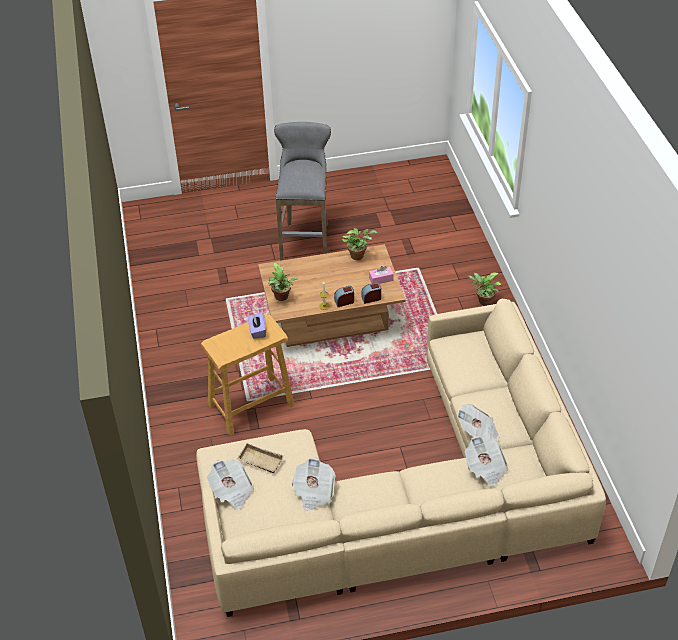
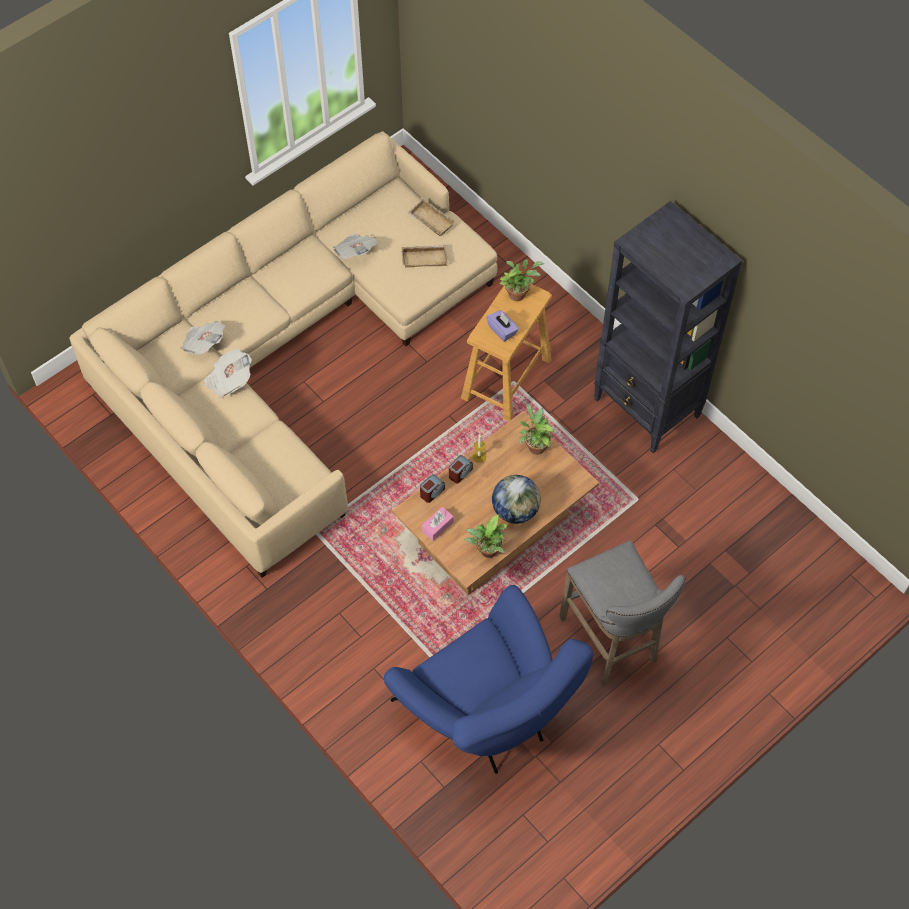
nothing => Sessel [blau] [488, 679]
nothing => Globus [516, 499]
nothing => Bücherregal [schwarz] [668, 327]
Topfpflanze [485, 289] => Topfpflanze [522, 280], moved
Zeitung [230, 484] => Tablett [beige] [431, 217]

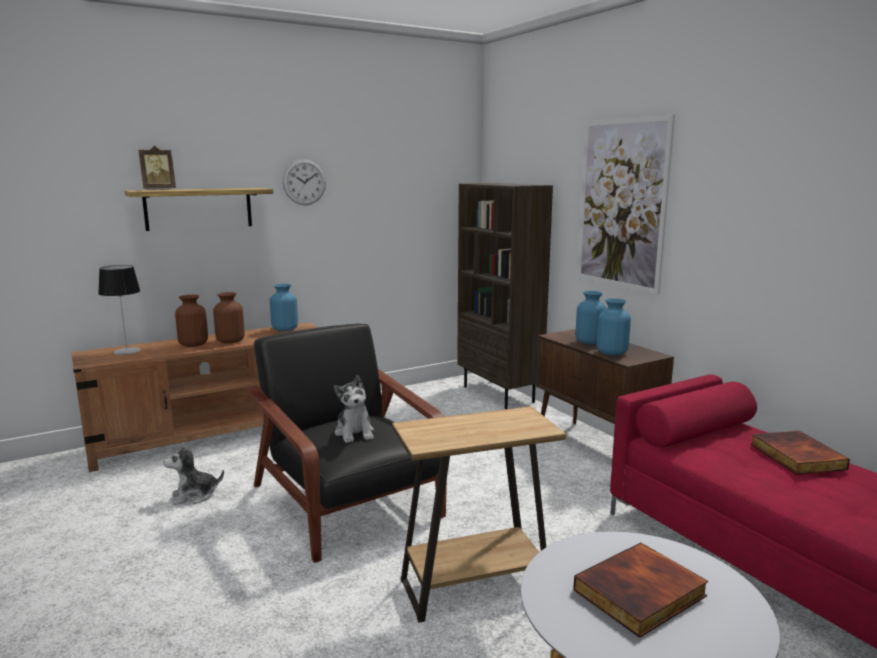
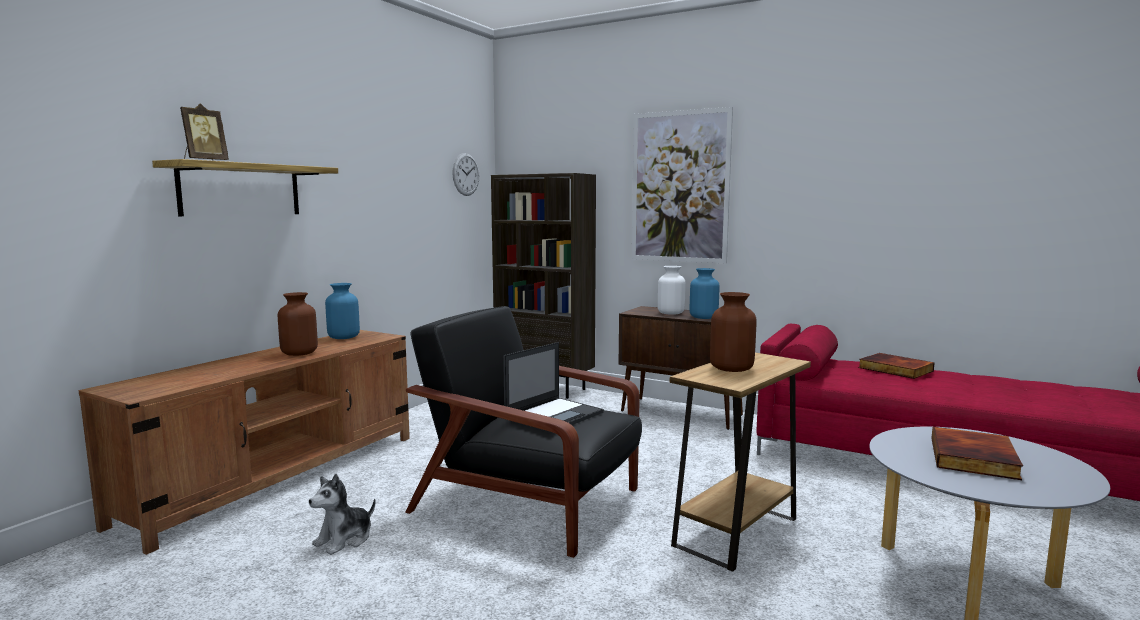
Tischlampe [119, 310] => nothing
Vase [braun] [191, 321] => Vase [braun] [733, 332], moved
Wanduhr [304, 182] => Wanduhr [465, 174], moved
Plüschtier [354, 409] => Laptop [553, 387]
Vase [blau] [591, 317] => Vase [weiß] [672, 290]

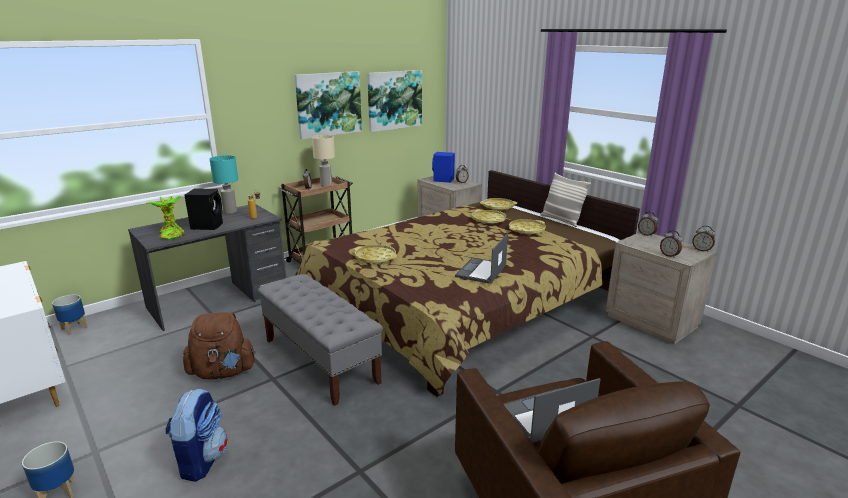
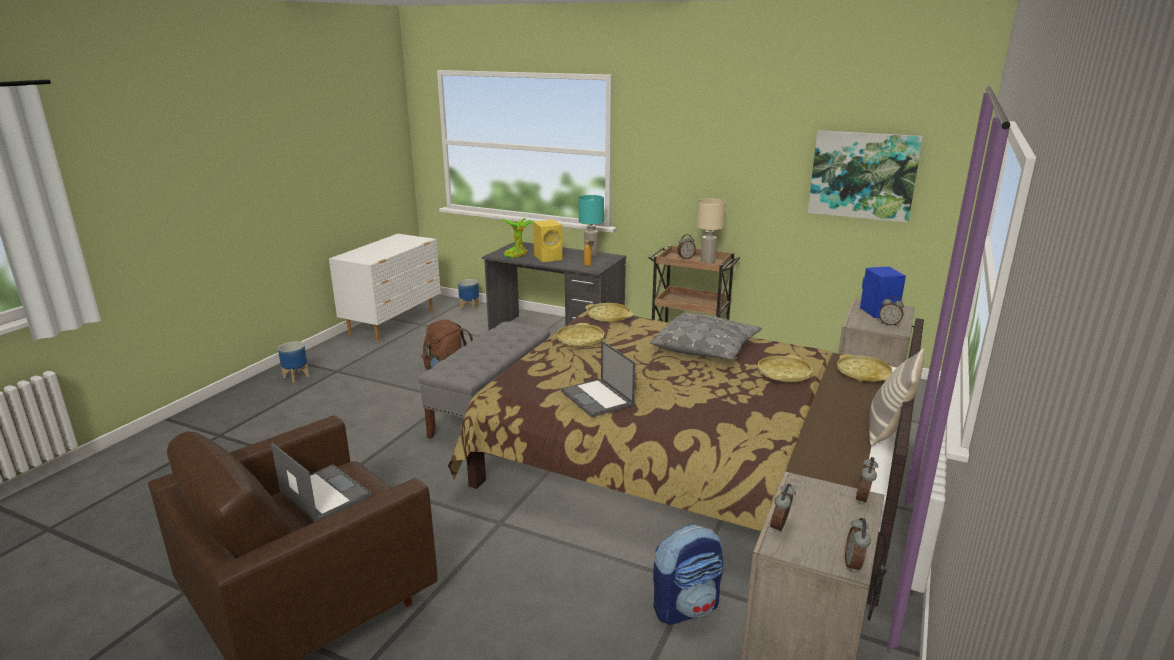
Bild [328, 105] => nothing
nothing => Kissen [grau] [706, 336]
Rucksack [196, 435] => Rucksack [688, 575], moved
Tablett [gelb] [527, 227] => Tablett [gelb] [609, 313], moved
Lautsprecher [schwarz] [203, 209] => Lautsprecher [gelb] [548, 241]
Laptop [481, 258] => Laptop [598, 379], 120 degrees counterclockwise

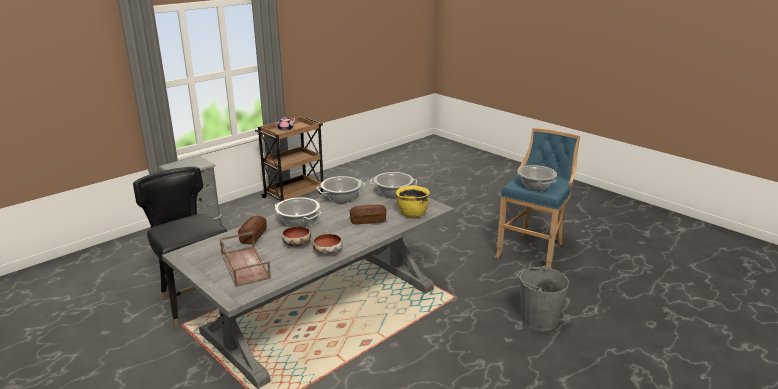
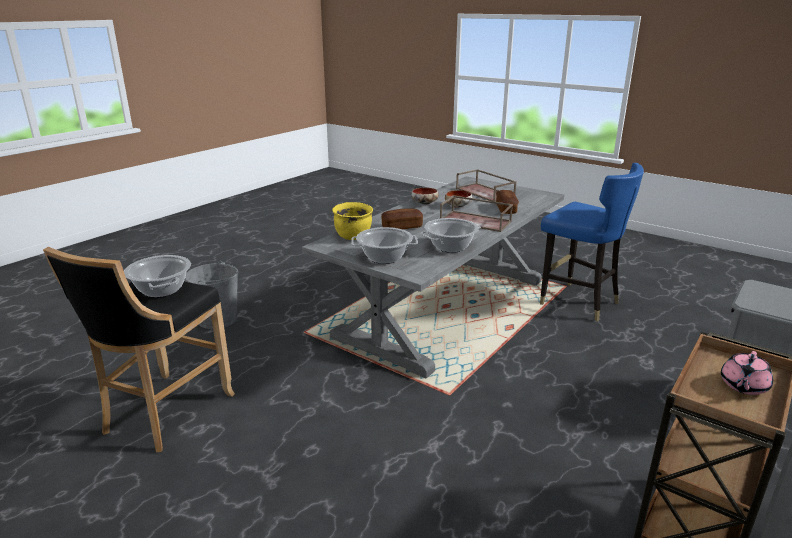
Kochtopf [297, 212] => Tablett [braun] [476, 213]
Stuhl [schwarz] [180, 247] => Stuhl [blau] [592, 242]
Hocker [blau] [537, 198] => Hocker [schwarz] [139, 350]

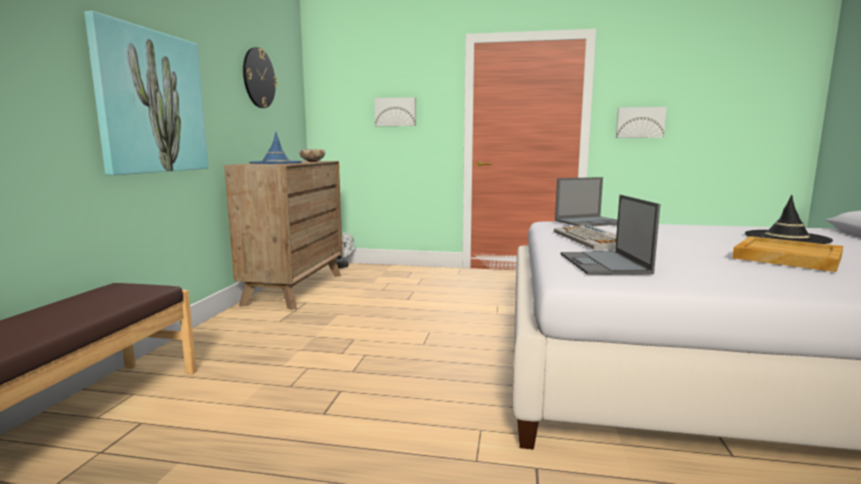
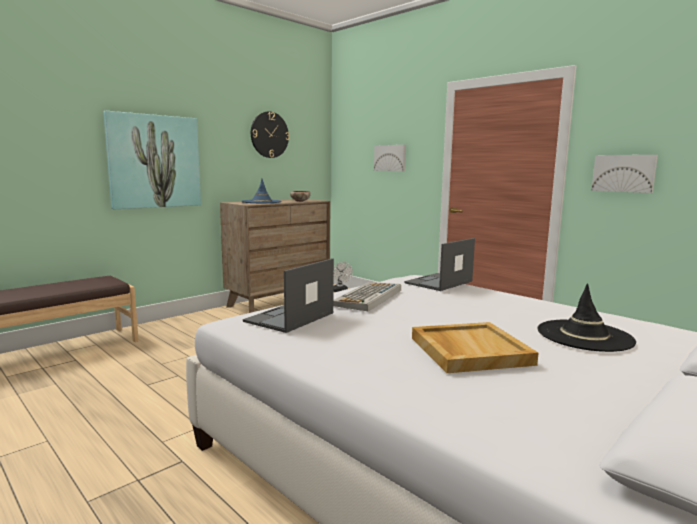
Laptop [586, 201] => Laptop [439, 264], 120 degrees clockwise

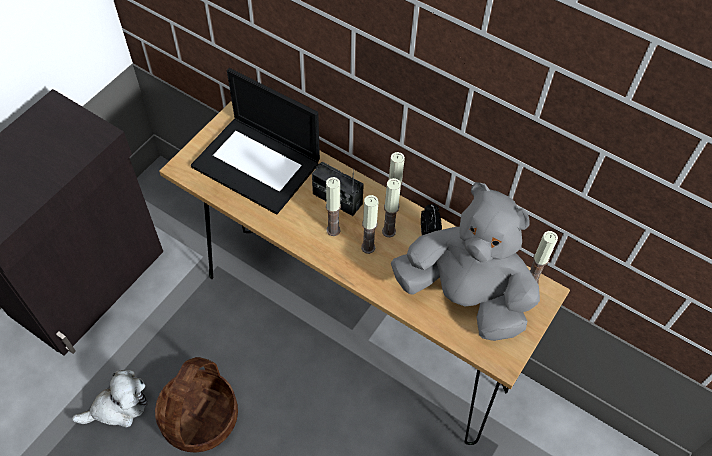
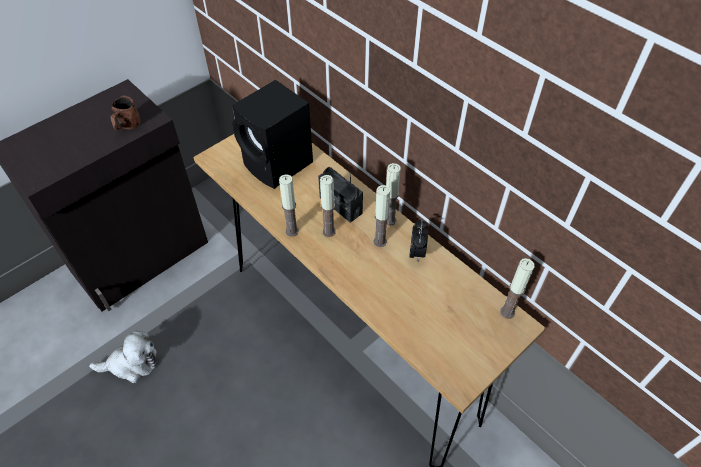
Korb [196, 405] => nothing
Plüschtier [grau] [465, 261] => nothing
nothing => Henkelbecher [braun] [125, 112]
Kerze [370, 224] => Kerze [289, 205], moved
Laptop [255, 141] => Lautsprecher [schwarz] [272, 134]

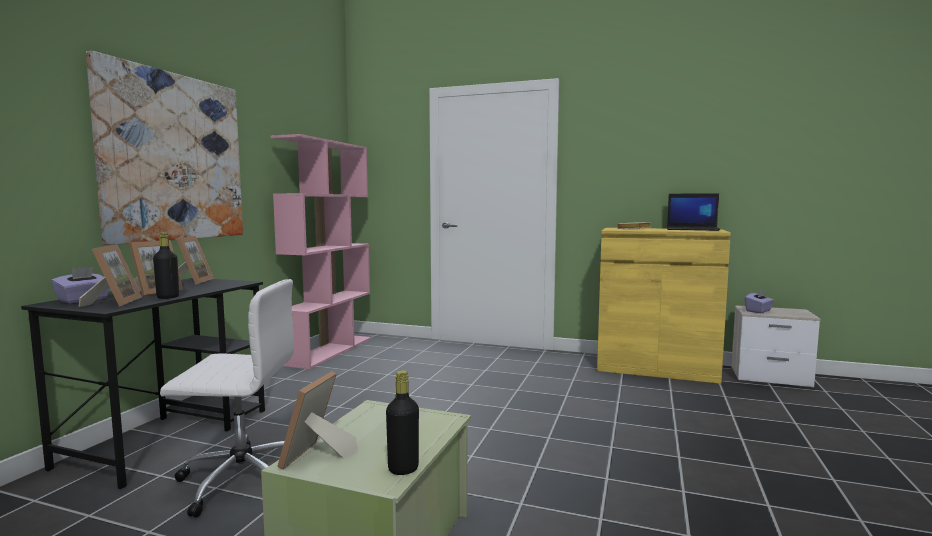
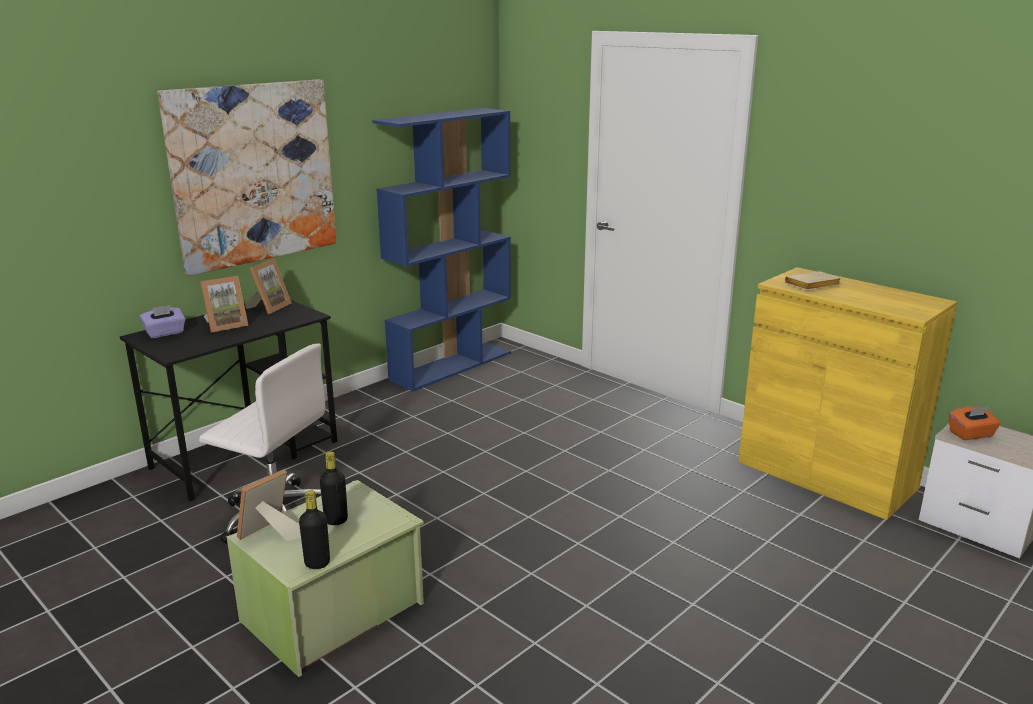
Bilderrahmen [110, 275] => nothing
Laptop [693, 212] => nothing
Flasche [schwarz] [166, 266] => Flasche [schwarz] [334, 488], moved
Bücherregal [rosa] [320, 251] => Bücherregal [blau] [441, 250]
Taschentuchbox [lila] [759, 301] => Taschentuchbox [orange] [975, 423]

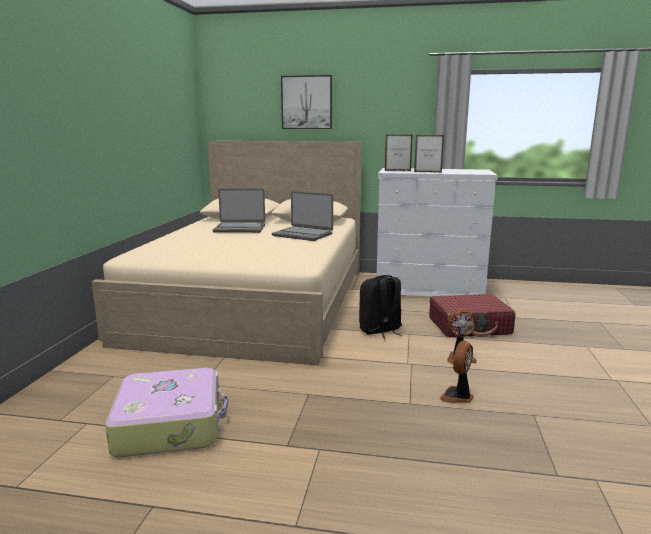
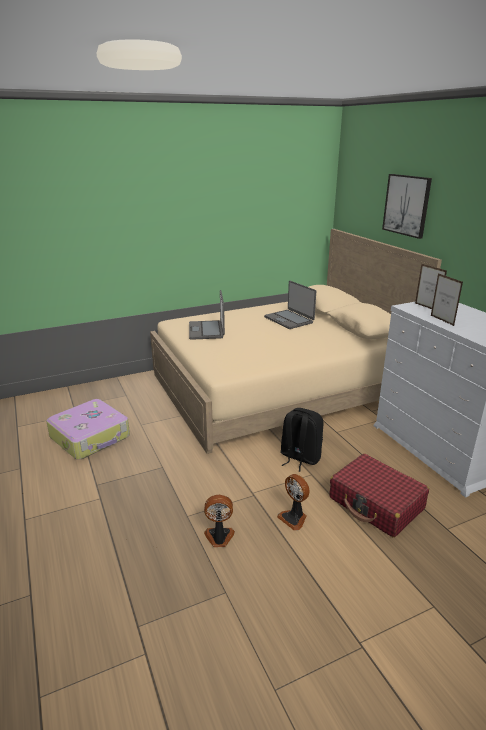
Laptop [302, 216] => Laptop [207, 315], moved

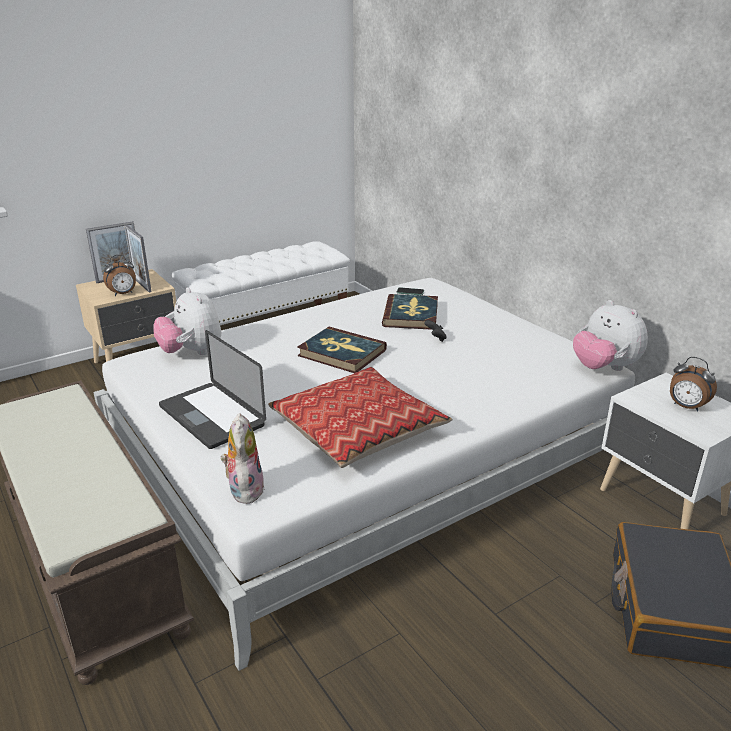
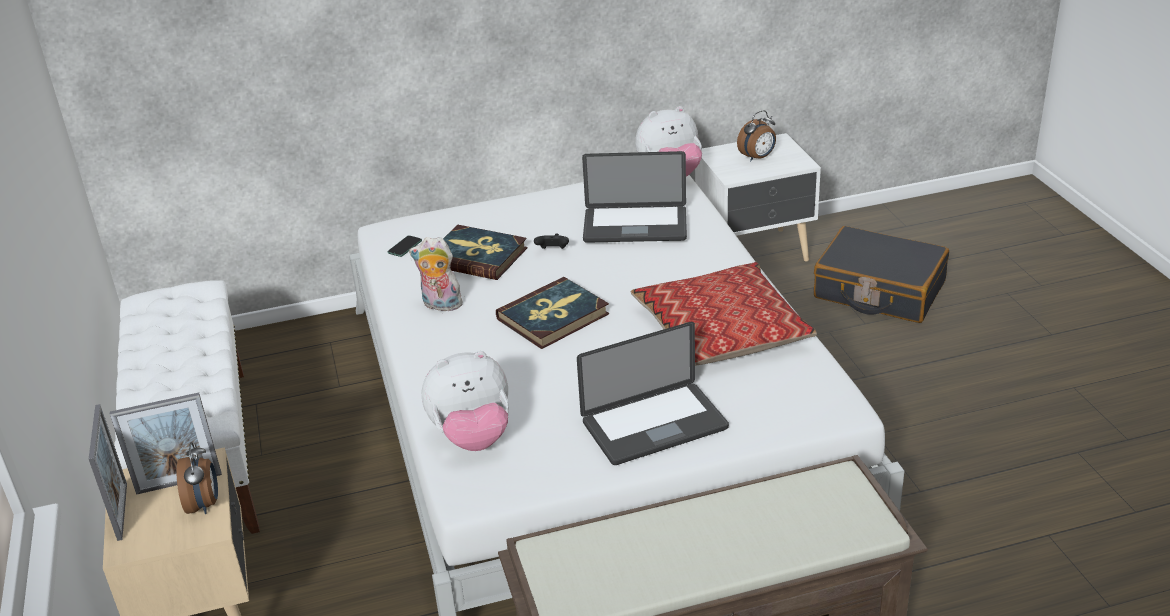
nothing => Laptop [634, 197]
Plüschtier [243, 458] => Plüschtier [437, 274], moved

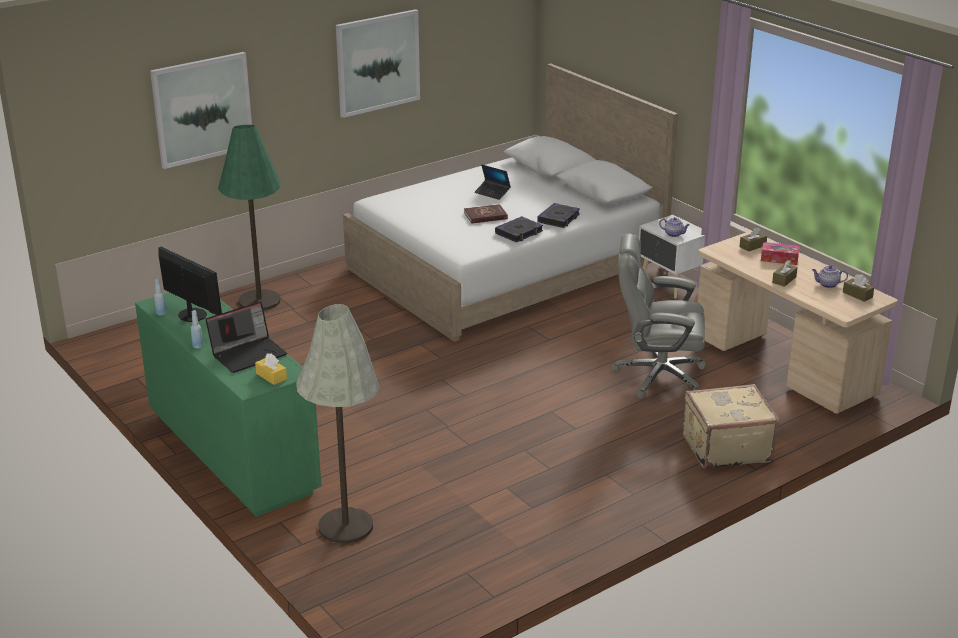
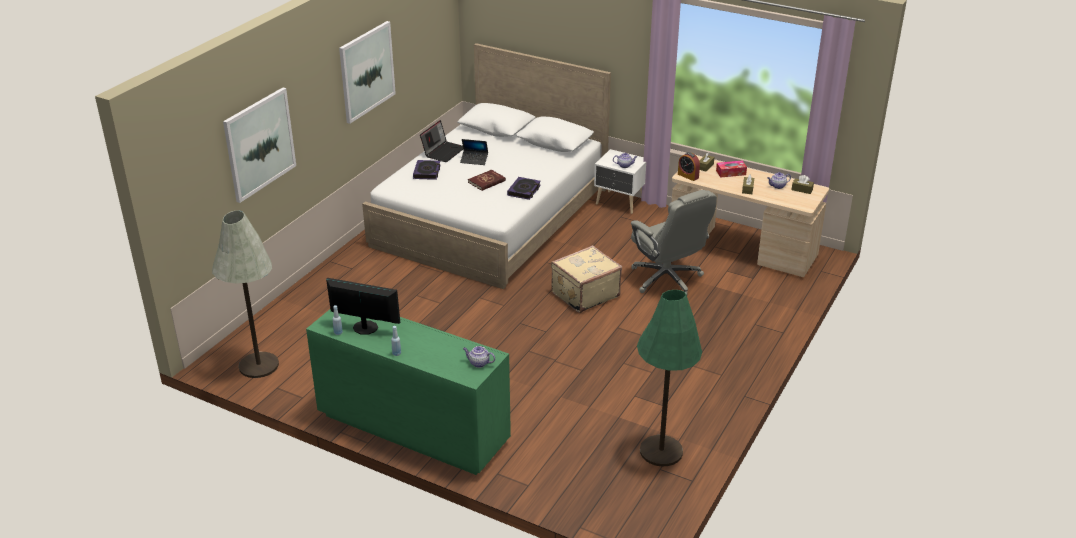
nothing => Wecker [689, 166]
Laptop [246, 337] => Laptop [441, 141], moved
Stehlampe [grün] [249, 217] => Stehlampe [grün] [669, 378], moved
Stehlampe [grau] [337, 424] => Stehlampe [grau] [245, 294], moved
Buch [558, 215] => Buch [427, 170], moved
Koffer [beige] [731, 426] => Koffer [beige] [586, 279], moved
Taschentuchbox [gelb] [271, 369] => Teekanne [479, 357]
Bürostuhl [grau] [658, 316] => Bürostuhl [grau] [674, 242], 105 degrees counterclockwise

